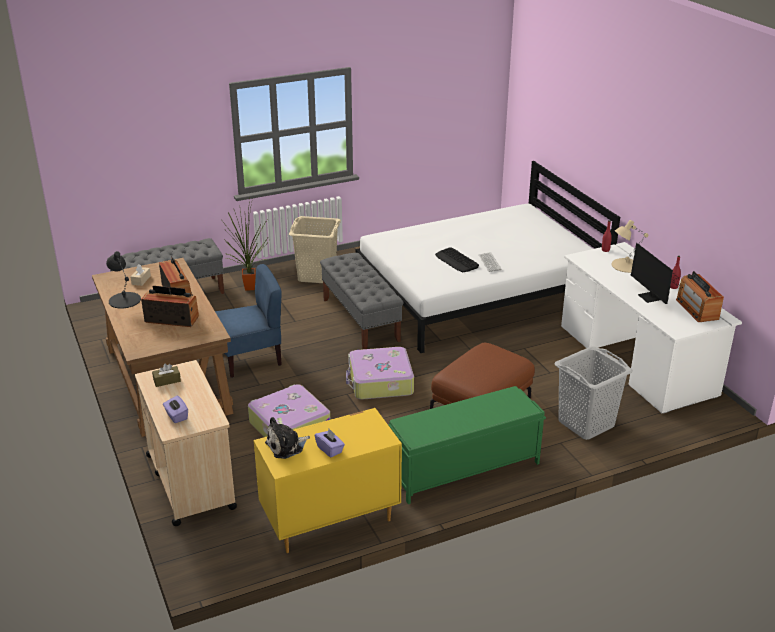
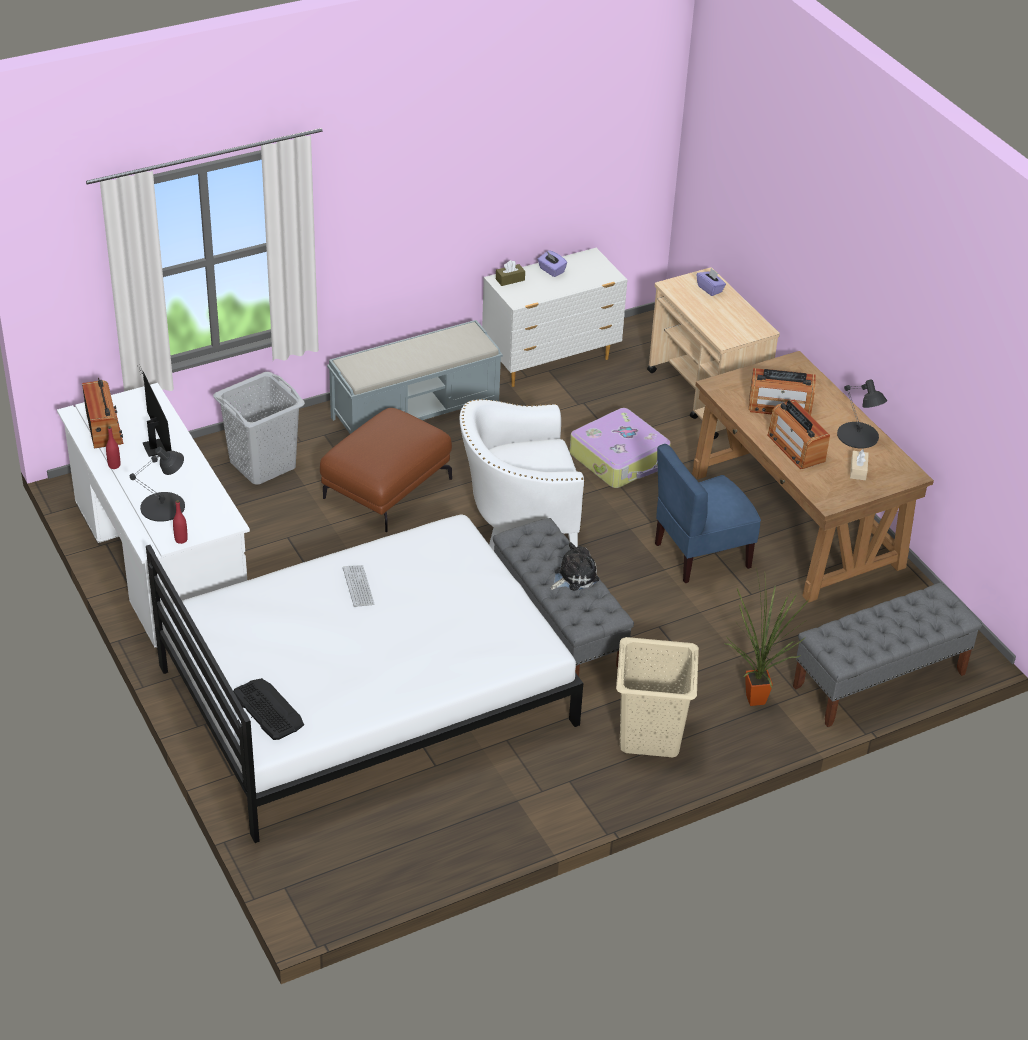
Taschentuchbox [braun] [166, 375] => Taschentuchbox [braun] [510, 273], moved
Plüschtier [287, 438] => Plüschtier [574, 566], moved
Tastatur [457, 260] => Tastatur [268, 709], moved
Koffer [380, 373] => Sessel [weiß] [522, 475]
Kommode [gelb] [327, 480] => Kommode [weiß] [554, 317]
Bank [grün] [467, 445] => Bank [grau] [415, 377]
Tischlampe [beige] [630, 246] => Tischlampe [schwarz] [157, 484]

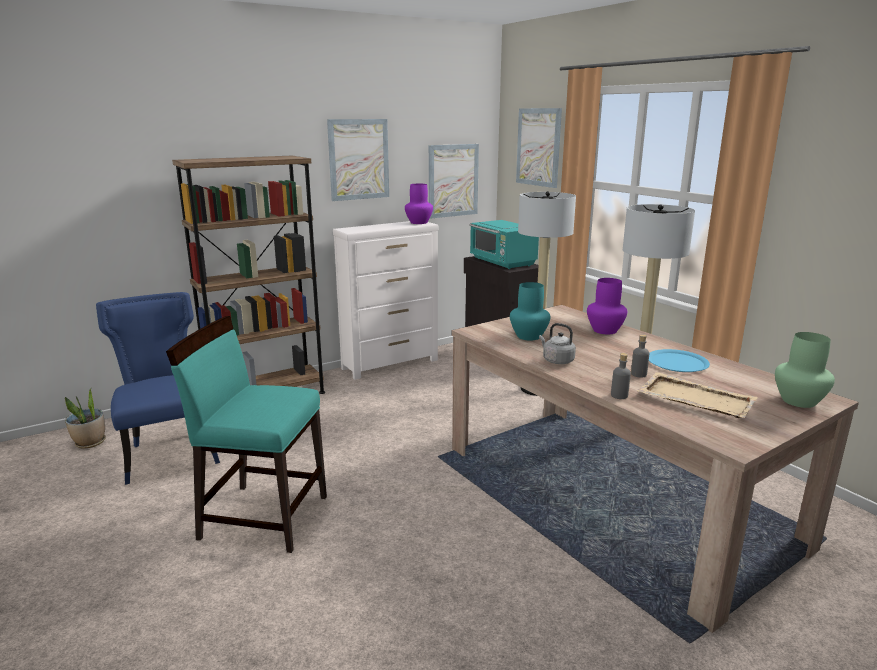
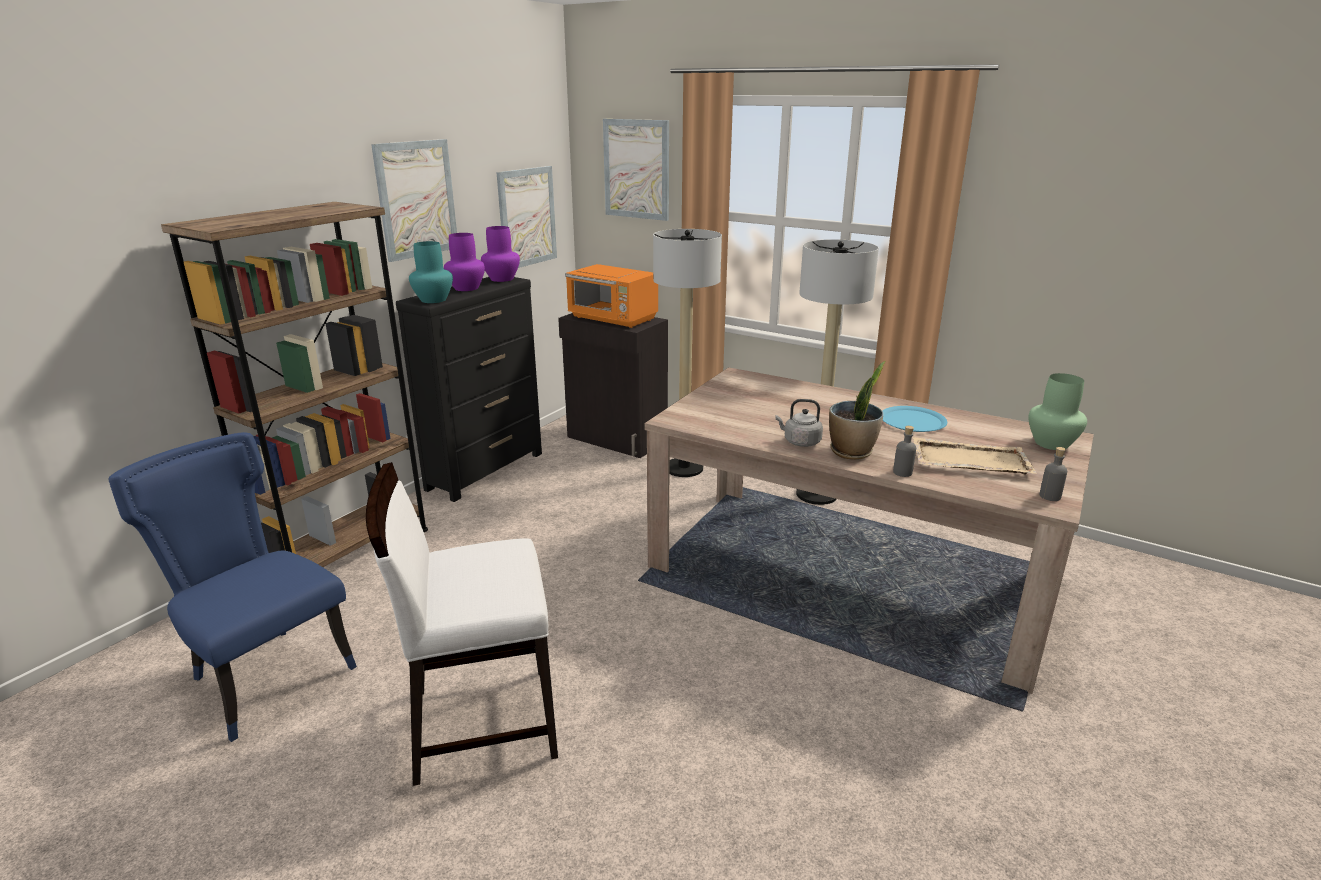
Topfpflanze [85, 418] => Topfpflanze [857, 410], moved
Vase [türkis] [530, 311] => Vase [türkis] [431, 272], moved
Vase [lila] [607, 306] => Vase [lila] [464, 262], moved
Flasche [grau] [640, 356] => Flasche [grau] [1053, 474], moved
Stuhl [türkis] [246, 434] => Stuhl [weiß] [462, 624]
Kommode [weiß] [385, 300] => Kommode [schwarz] [469, 389]
Mikrowelle [türkis] [504, 244] => Mikrowelle [orange] [611, 296]

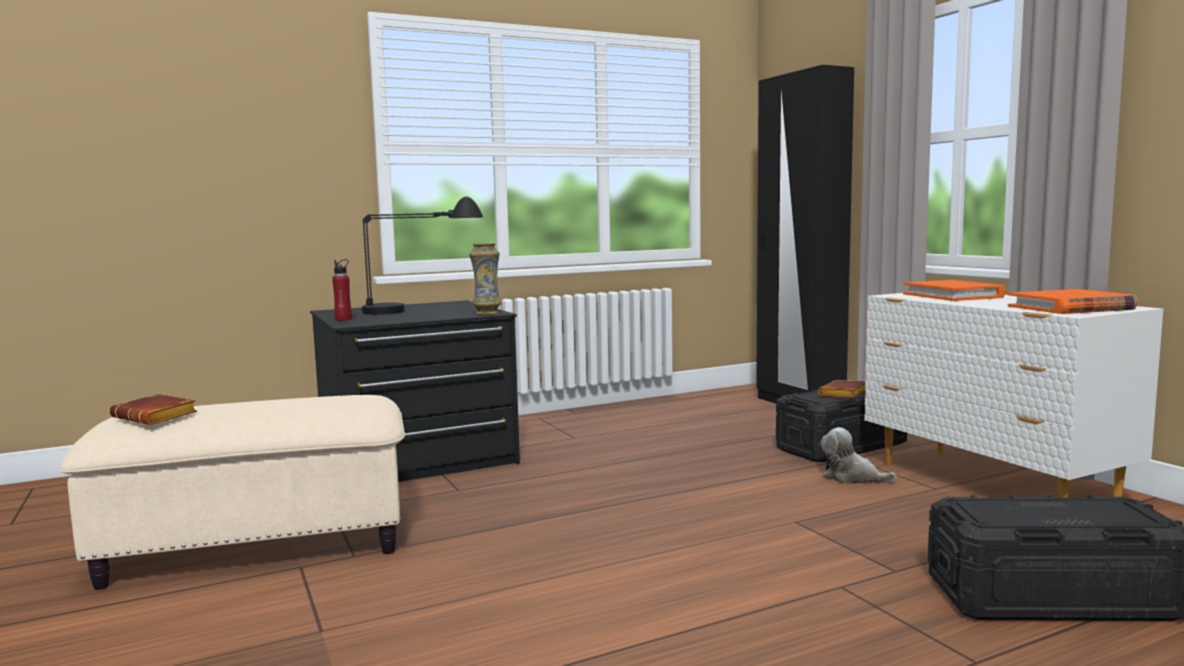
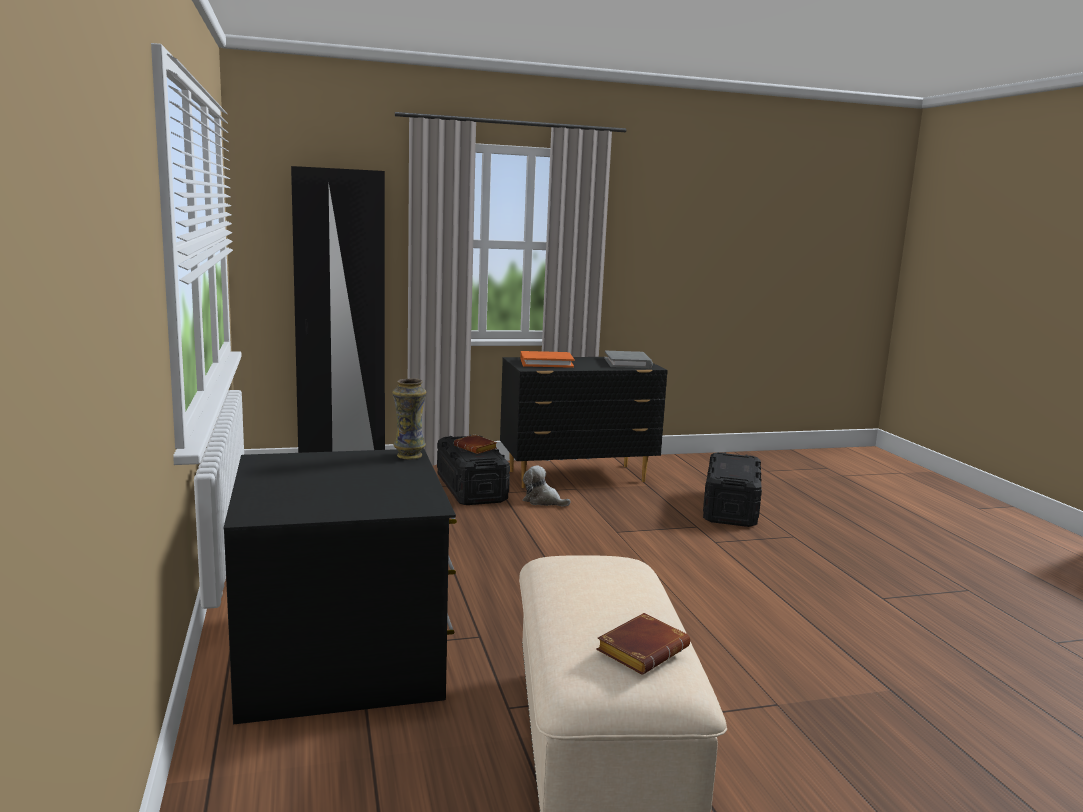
Flasche [rot] [342, 290] => nothing
Tischlampe [schwarz] [422, 256] => nothing
Kommode [weiß] [1013, 395] => Kommode [schwarz] [584, 422]
Buch [orange] [1073, 301] => Buch [grau] [628, 359]
Plüschtier [858, 455] => Plüschtier [547, 485], 75 degrees clockwise

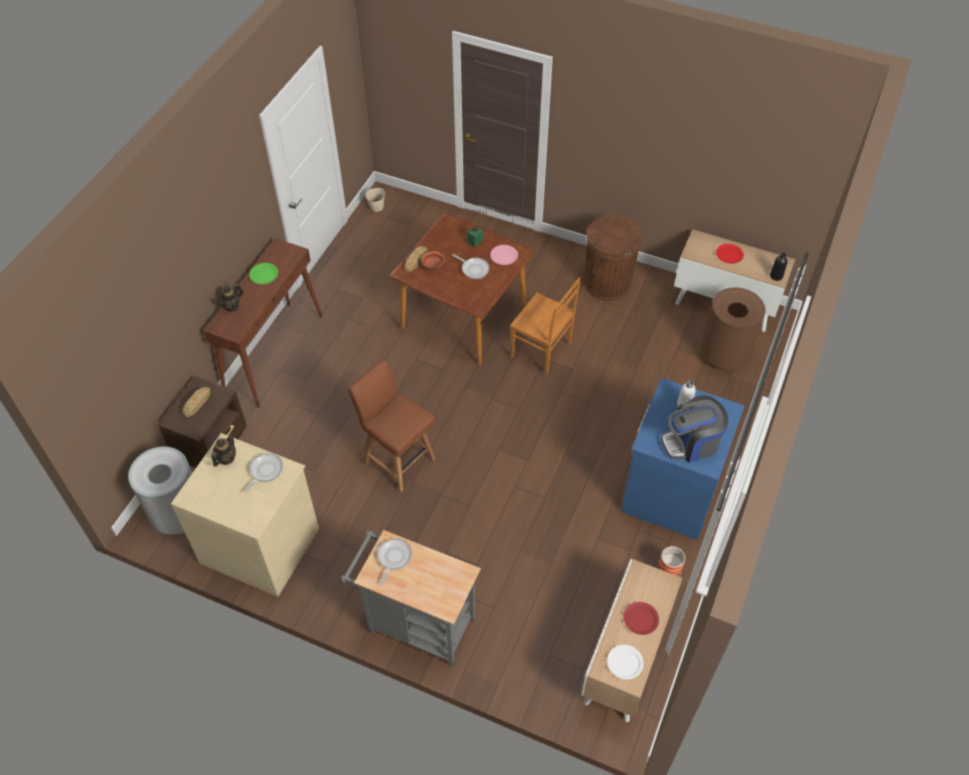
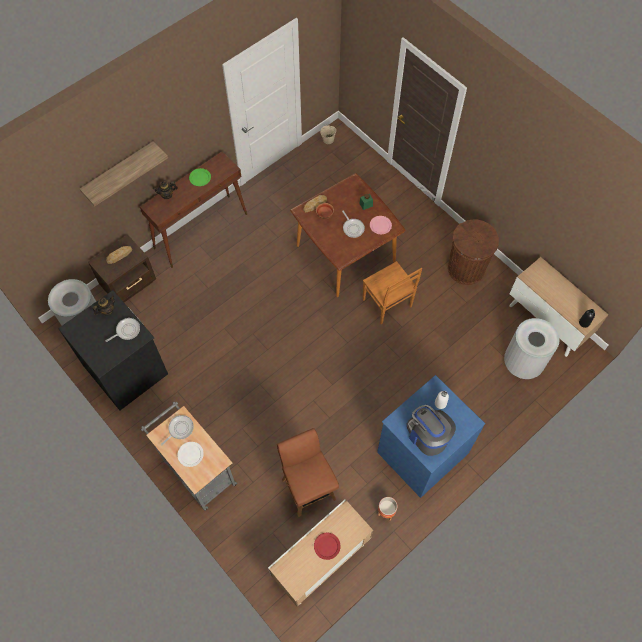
Teller [rot] [730, 254] => nothing
nothing => Wandregal [124, 173]
Stuhl [braun] [391, 426] => Stuhl [braun] [308, 472], moved
Teller [weiß] [625, 662] => Teller [weiß] [190, 454], moved
Kommode [beige] [245, 515] => Kommode [schwarz] [113, 350]
Mülleimer [braun] [733, 329] => Mülleimer [grau] [532, 348]
Kaffeemaschine [694, 429] => Kaffeemaschine [431, 430], 45 degrees clockwise

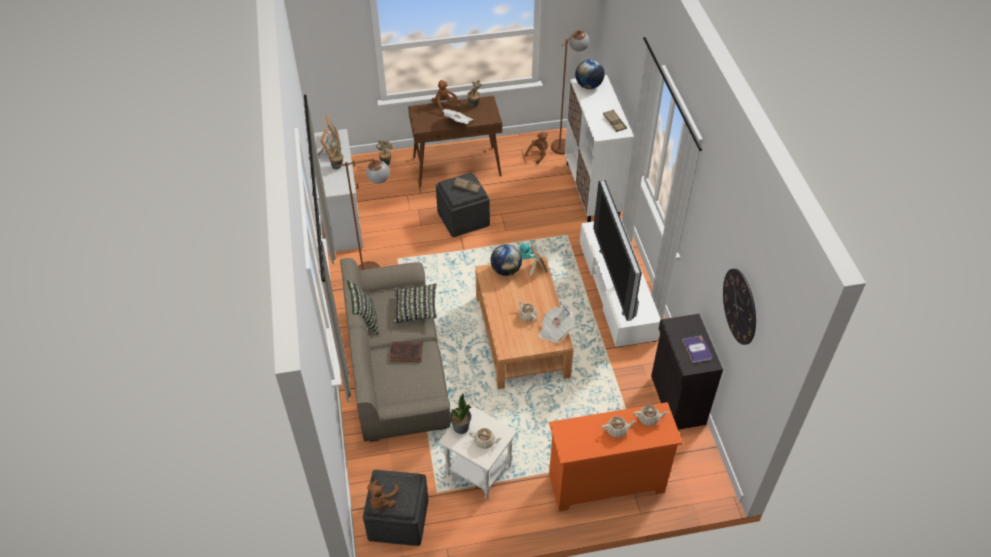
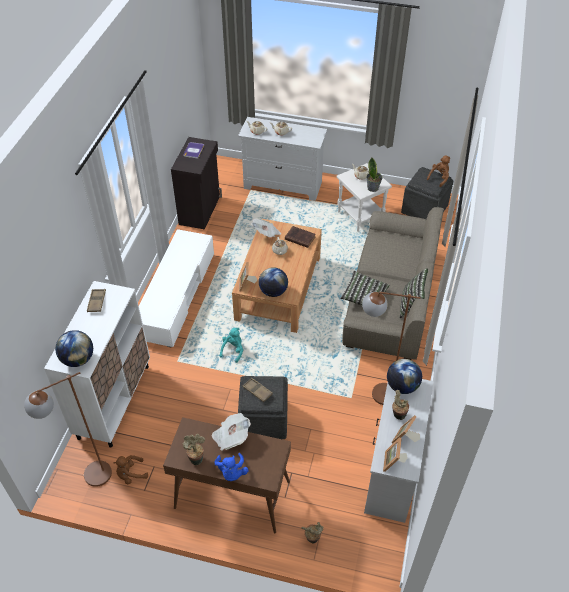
Fernseher [617, 250] => nothing
Wanduhr [739, 307] => nothing
nothing => Globus [404, 376]
Buch [braun] [406, 351] => Buch [braun] [300, 237], moved
Plüschtier [braun] [445, 97] => Plüschtier [blau] [231, 467]
Kommode [orange] [616, 456] => Kommode [weiß] [282, 159]

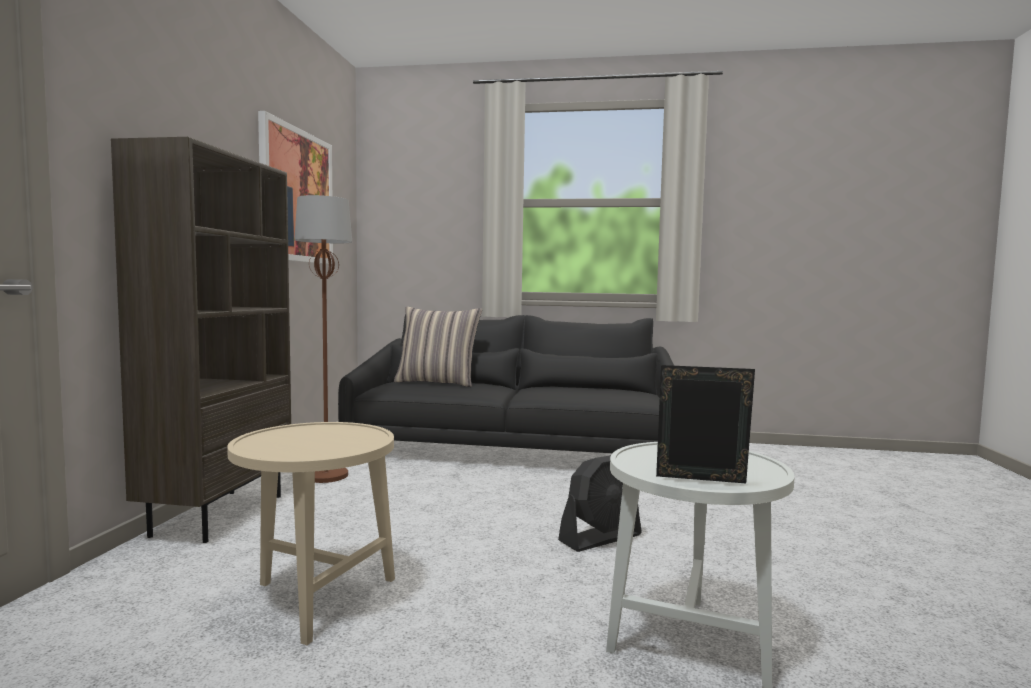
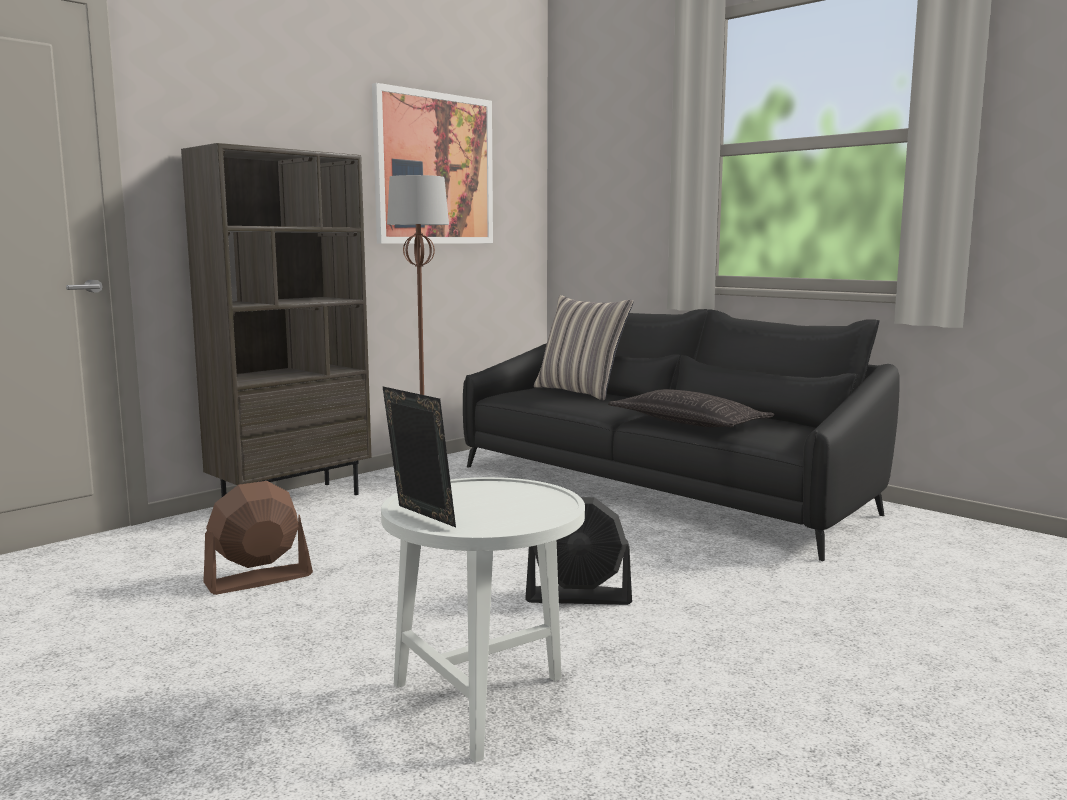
nothing => Kissen [691, 408]
Beistelltisch [beige] [311, 533] => Ventilator [braun] [258, 538]

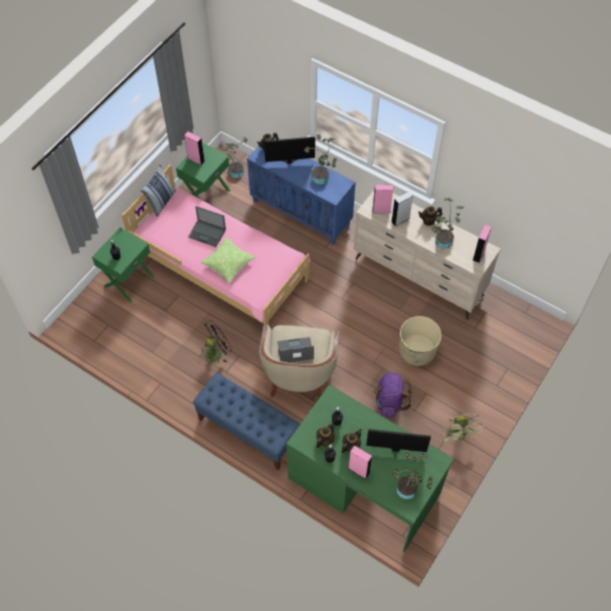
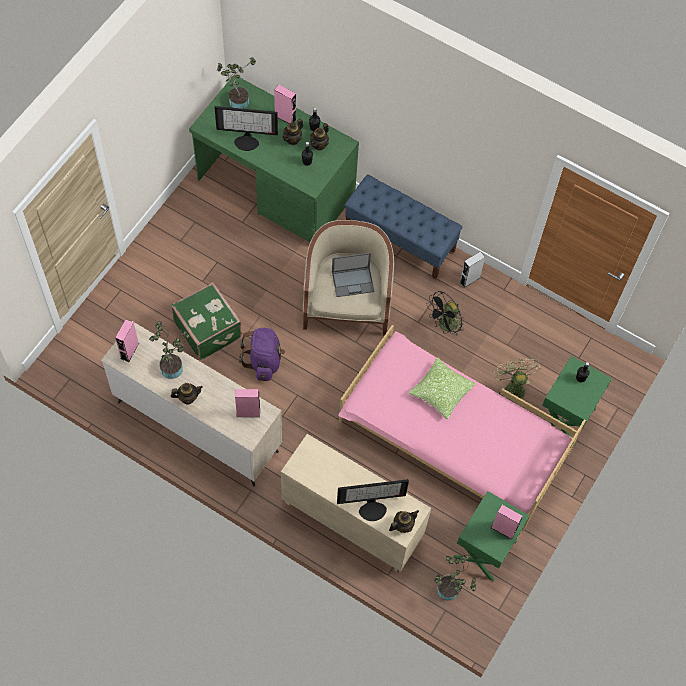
Kissen [158, 190] => nothing
Laptop [207, 226] => nothing
Topfpflanze [320, 159] => nothing
Rucksack [lila] [392, 395] => Rucksack [lila] [262, 354], moved
Lautsprecher [grau] [402, 209] => Lautsprecher [grau] [472, 269], moved
Ventilator [grün] [463, 428] => Ventilator [grün] [517, 379], moved
Pflanzkübel [beige] [420, 341] => Koffer [grün] [206, 321]
Schrank [blau] [301, 195] => Schrank [beige] [356, 503]

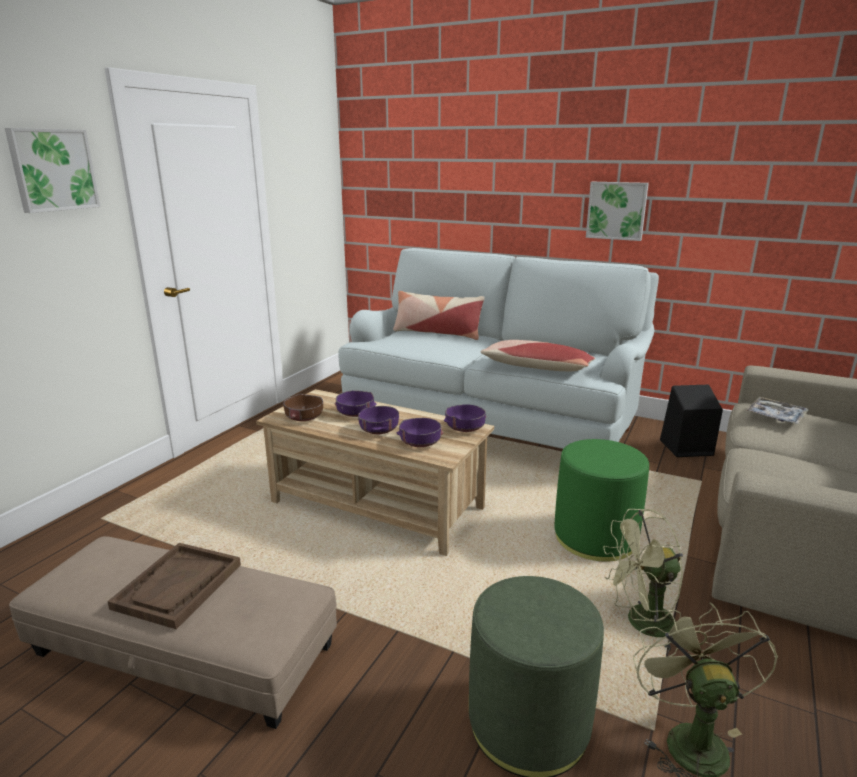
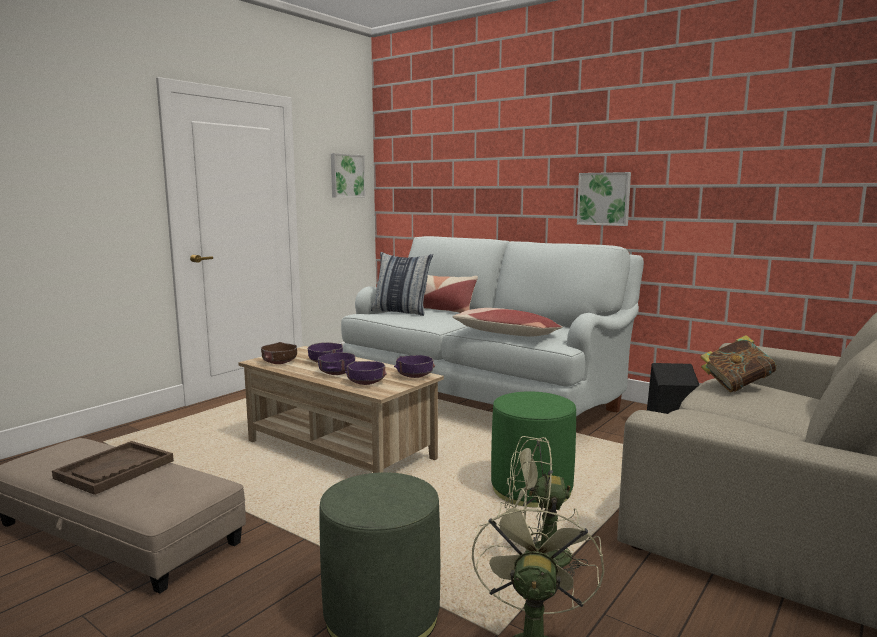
nothing => Kissen [402, 284]
Bild [52, 170] => Bild [348, 175], moved
Tablett [777, 410] => Buch [738, 363]

